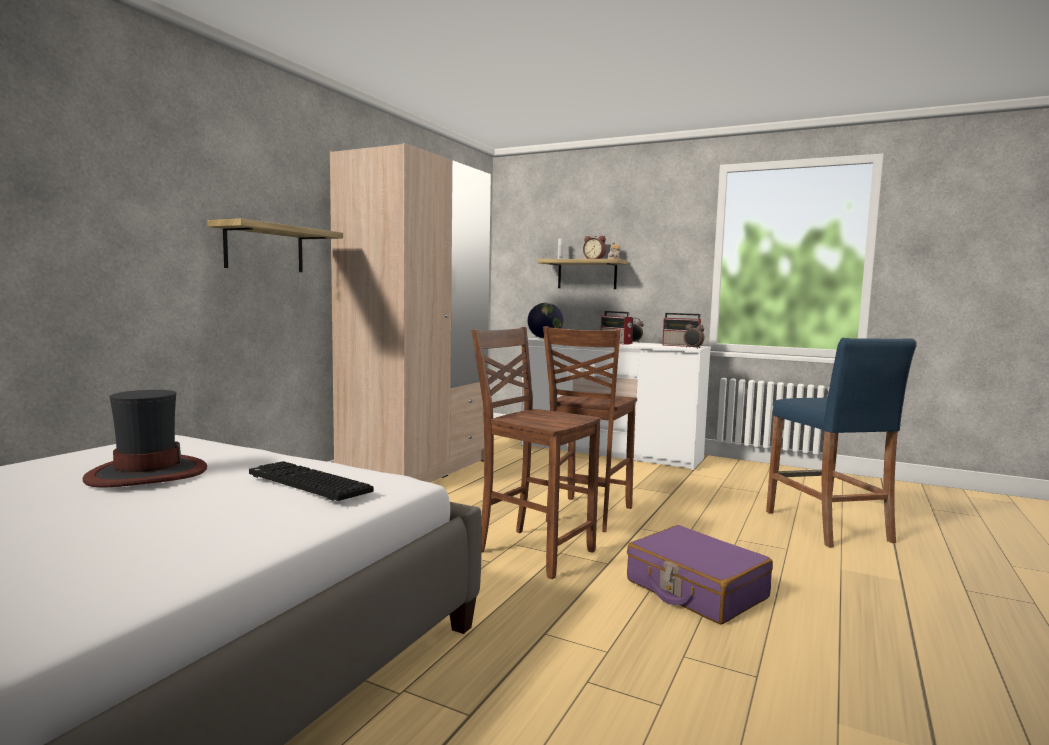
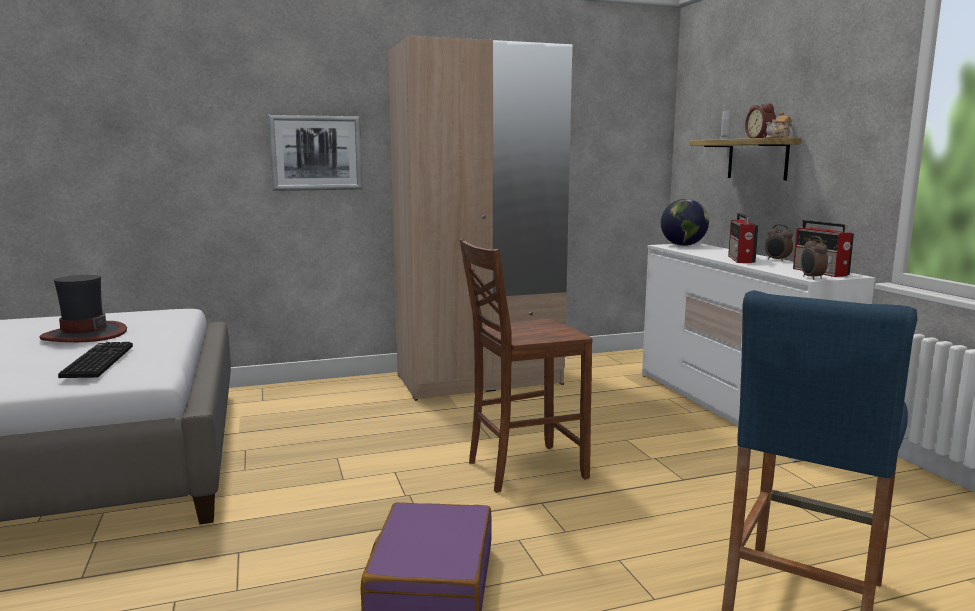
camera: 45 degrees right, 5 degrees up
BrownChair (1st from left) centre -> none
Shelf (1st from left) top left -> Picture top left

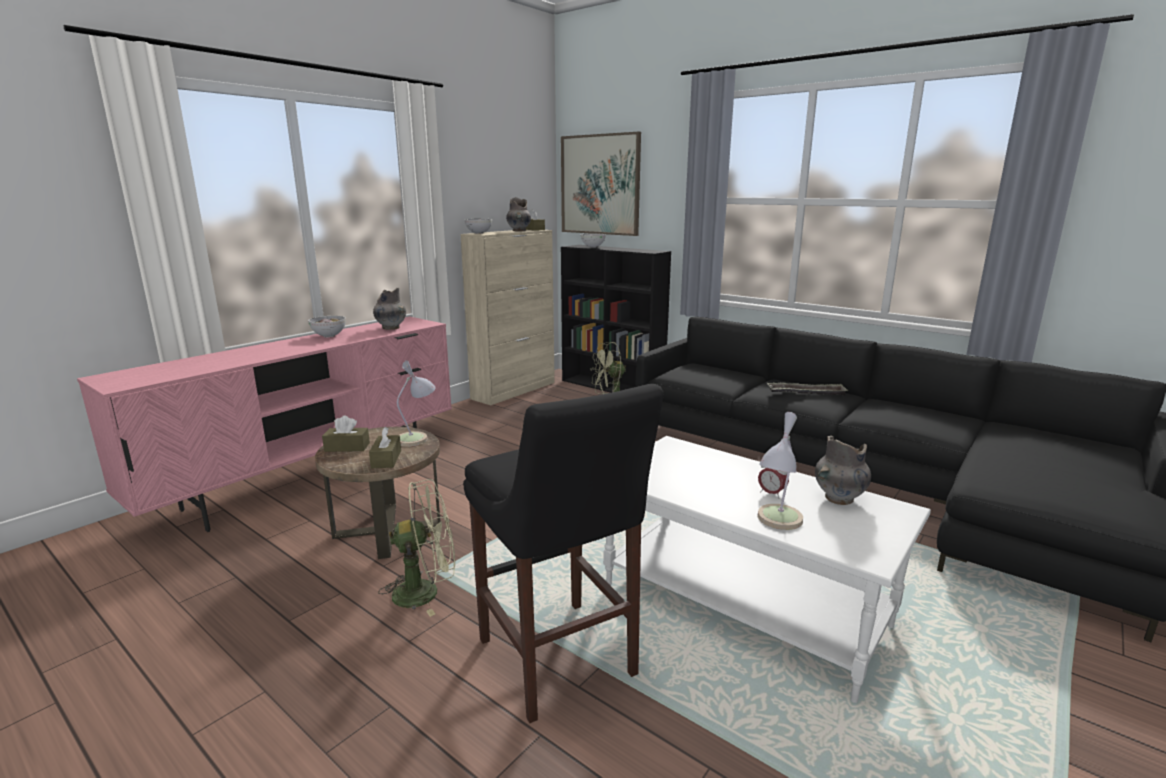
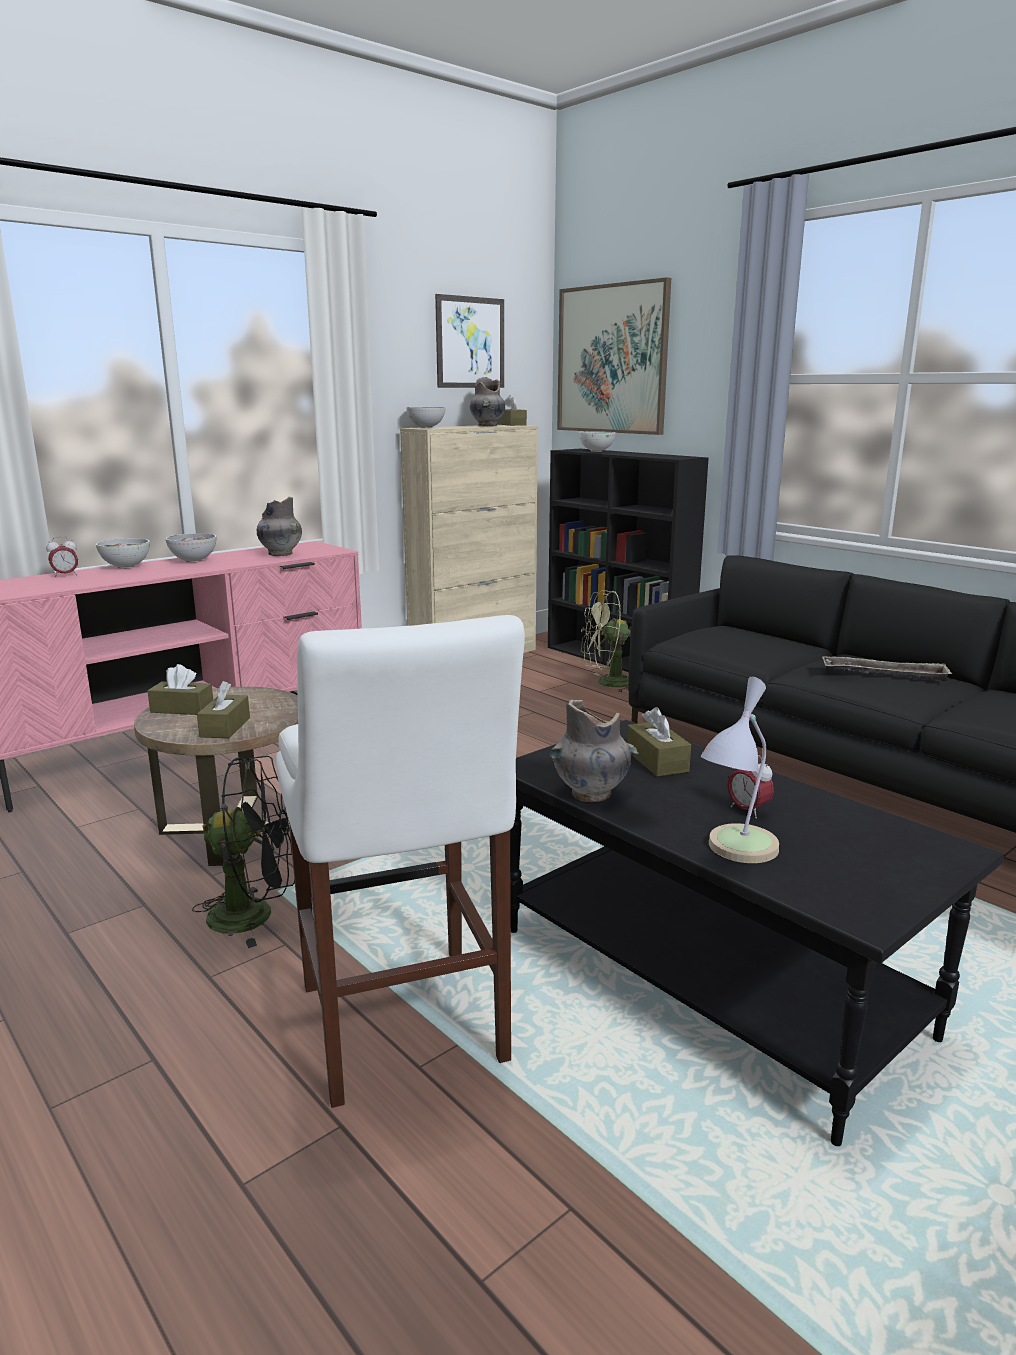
camera: 10 degrees right, 0 degrees up
TableLamp (1st from left) centre -> none
none -> AlarmClock (1st from left) middle left
none -> Bowl (1st from left) middle left
none -> Picture (1st from left) top centre
none -> BrownTissueBox (4th from left) centre
GreyVase (3rd from left) middle right -> GreyVase (3rd from left) centre, moved
GreenFan (1st from left) bottom centre -> BlackFan middle left
BlackStool bottom centre -> WhiteStool centre
WhiteCoffeeTable bottom centre -> BlackCoffeeTable bottom right

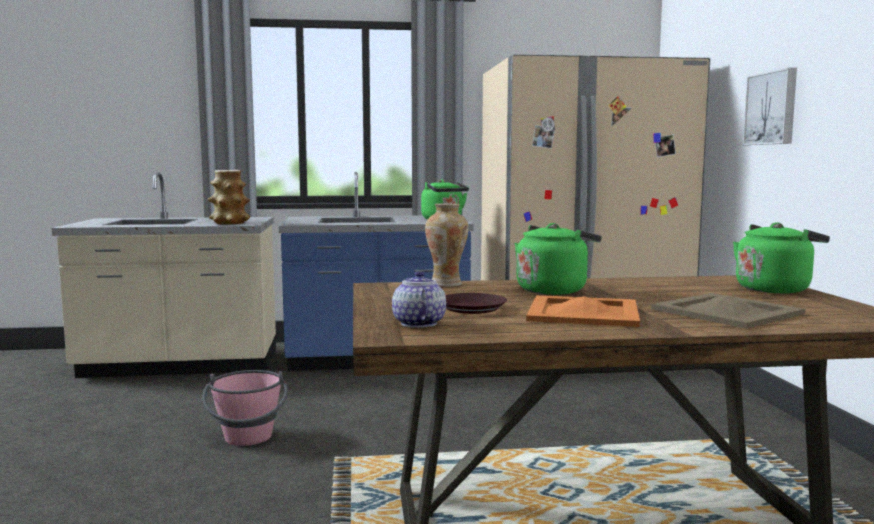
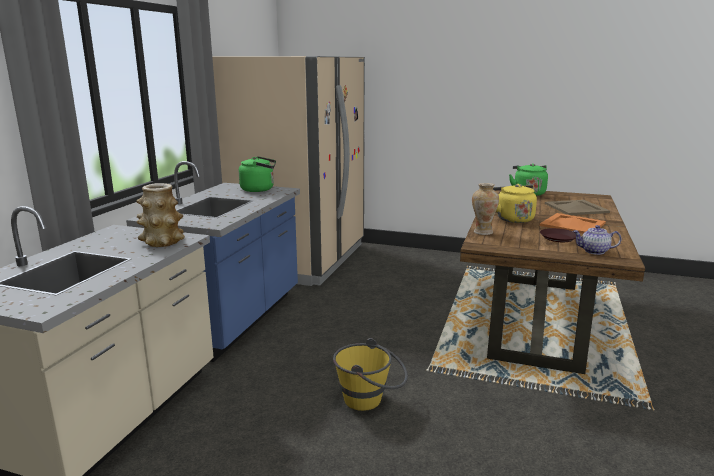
camera: 65 degrees left, 10 degrees up
Picture top right -> none
PinkBucket bottom left -> YellowBucket bottom centre
GreenKettle (2nd from left) centre -> YellowKettle middle right

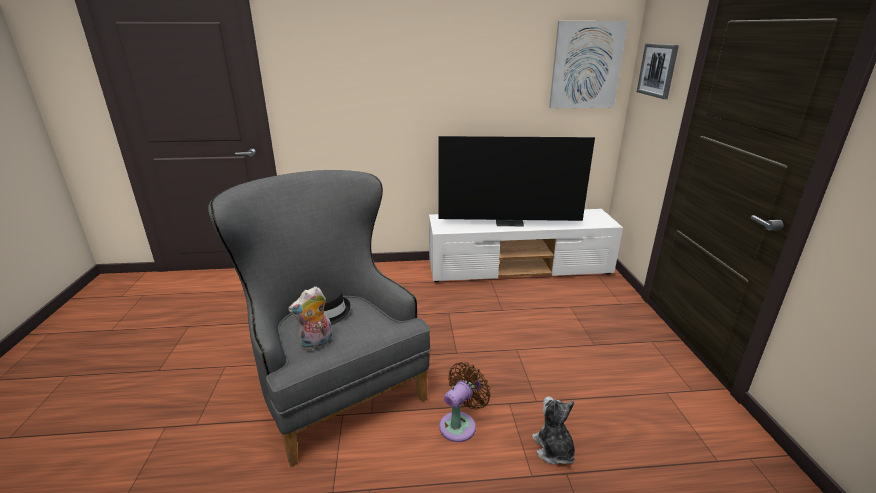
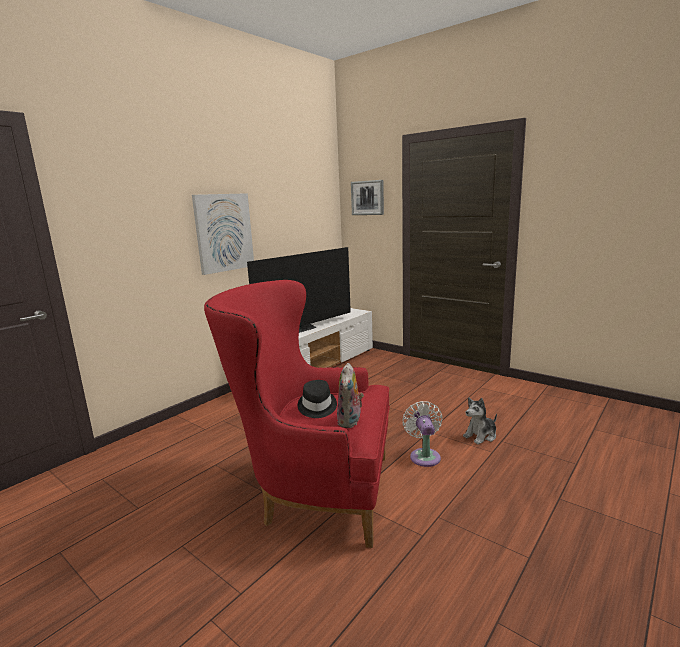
camera: 45 degrees left, 10 degrees down
Picture (1st from left) top right -> Picture (1st from left) middle left, moved
GreyArmchair centre -> RedArmchair centre
BrownFan bottom centre -> WhiteFan bottom centre
PlushToy (2nd from left) bottom centre -> PlushToy (2nd from left) middle right, 60 degrees counterclockwise

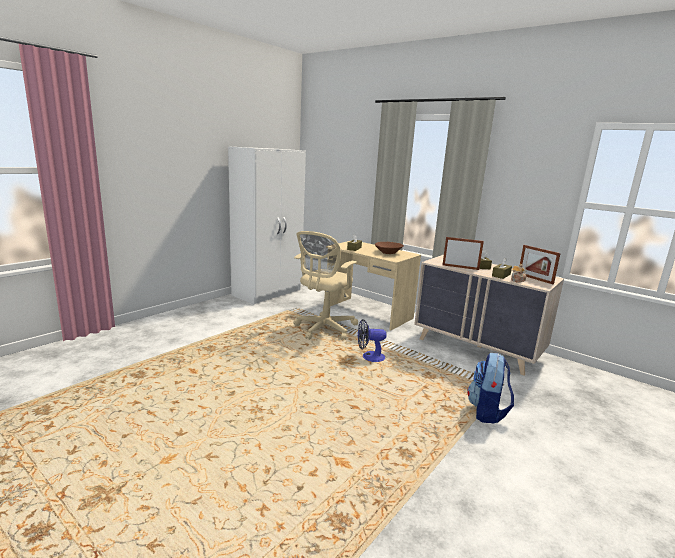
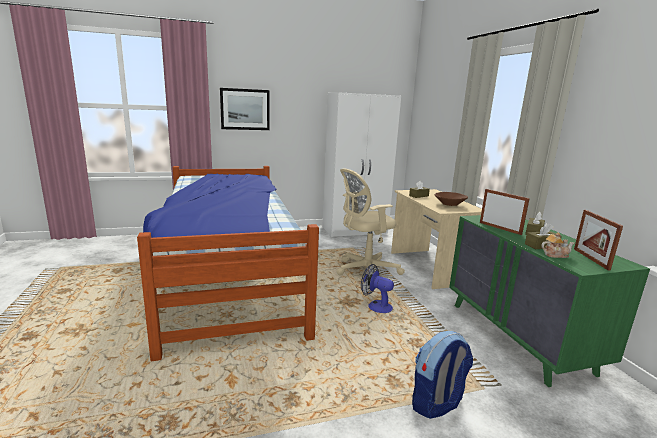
camera: 35 degrees right, 0 degrees up
none -> Bed centre
none -> Picture top centre
BeigeDresser middle right -> GreenDresser bottom right

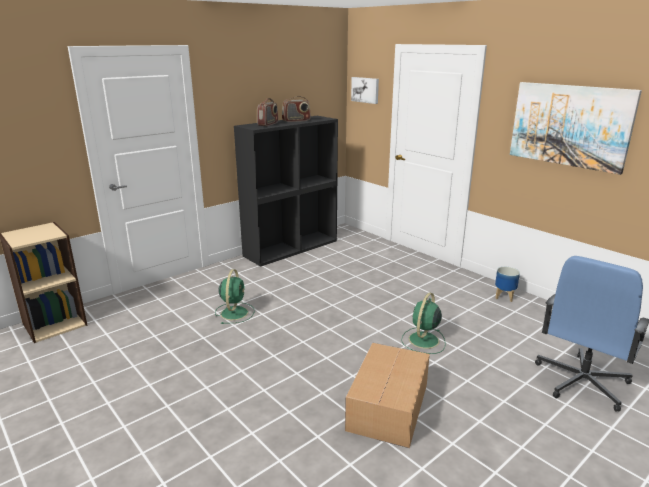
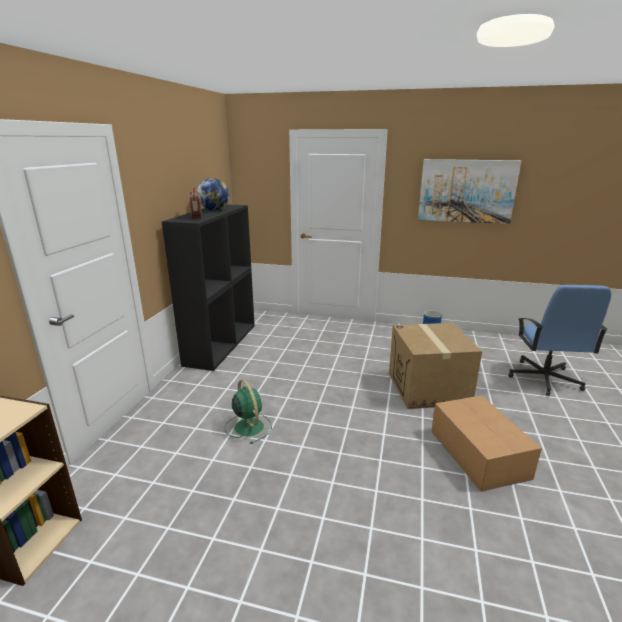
camera: 35 degrees left, 0 degrees up
Picture (1st from left) top centre -> none
Radio (2nd from left) top centre -> Globe top centre
GreenFan (2nd from left) centre -> CardboardBox (1st from left) middle right

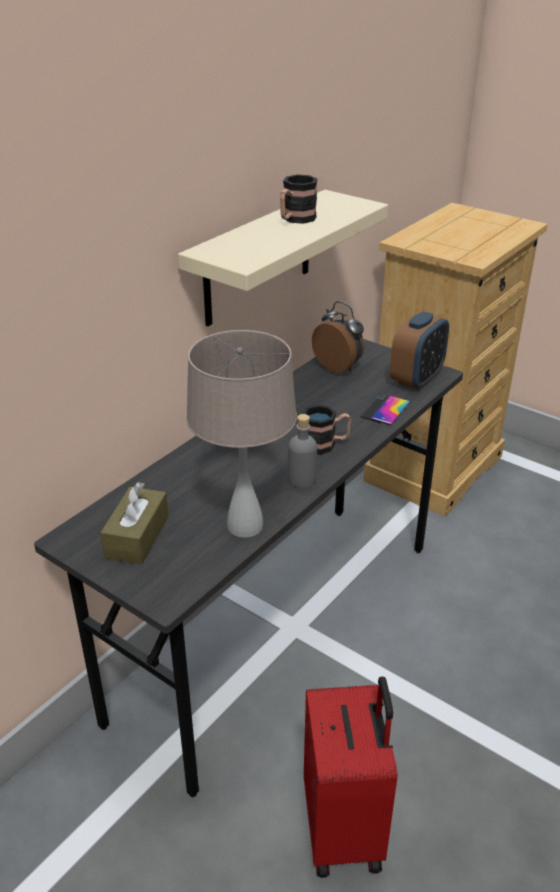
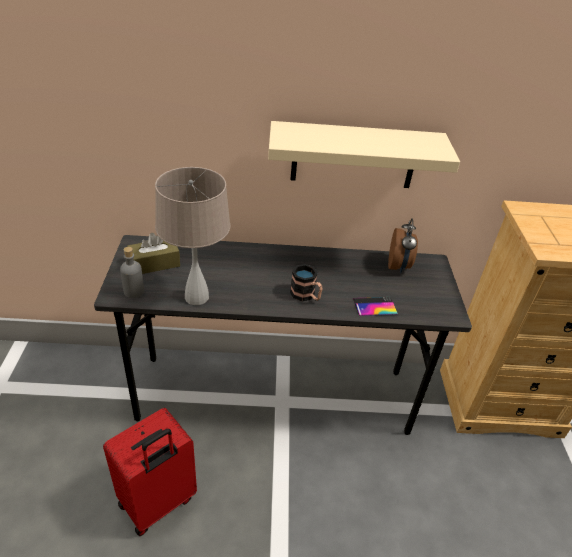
camera: 50 degrees right, 5 degrees up
Mug (1st from left) top centre -> none
AlarmClock (2nd from left) middle right -> none
GreyBottle centre -> GreyBottle middle left, moved

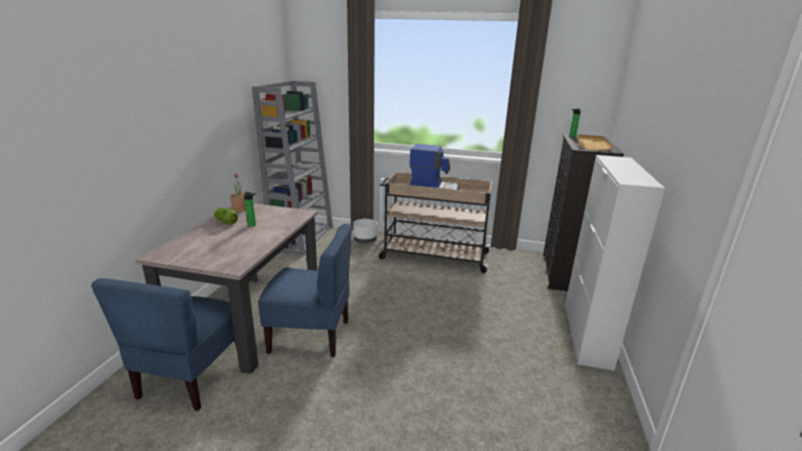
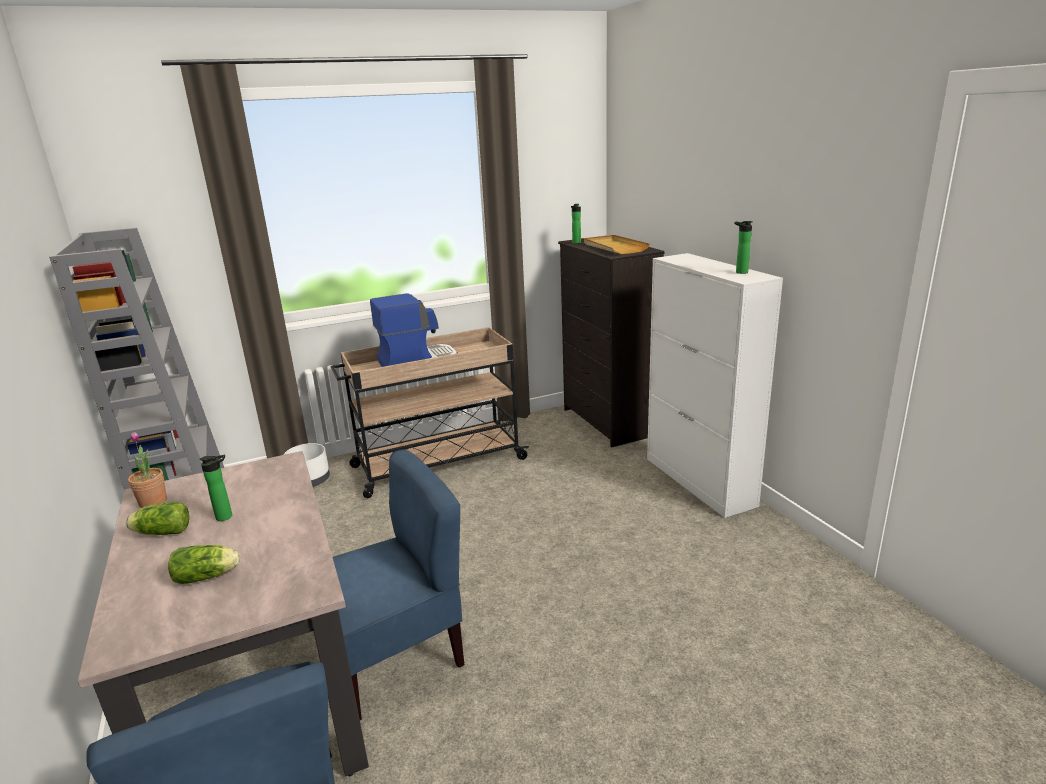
camera: 35 degrees left, 0 degrees up
none -> Lettuce (2nd from left) bottom left
none -> Bottle (3rd from left) top right

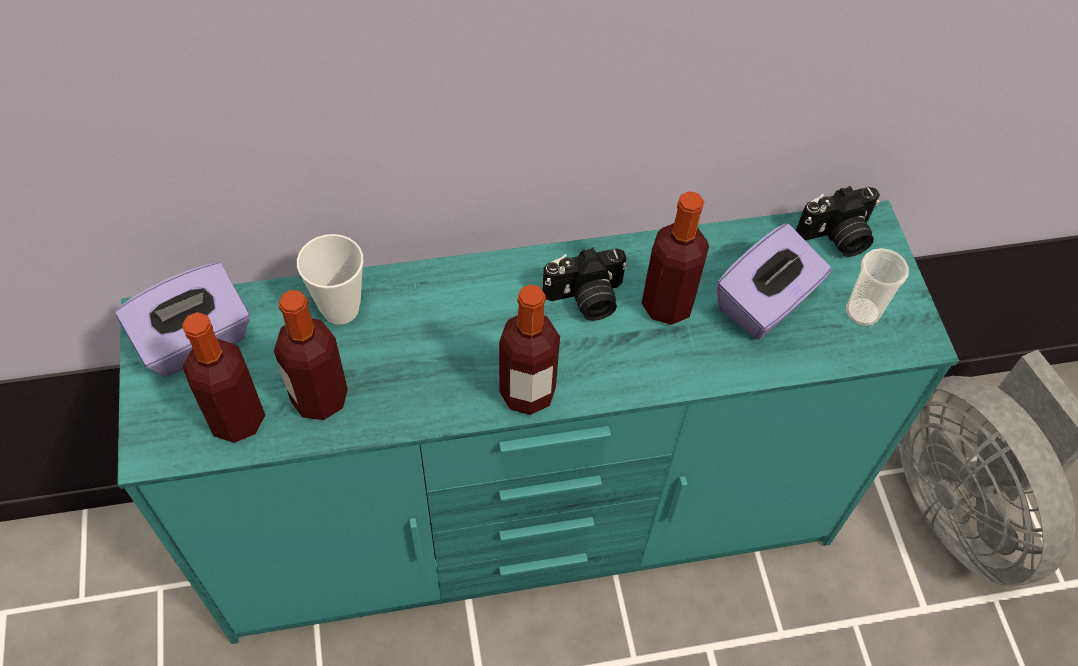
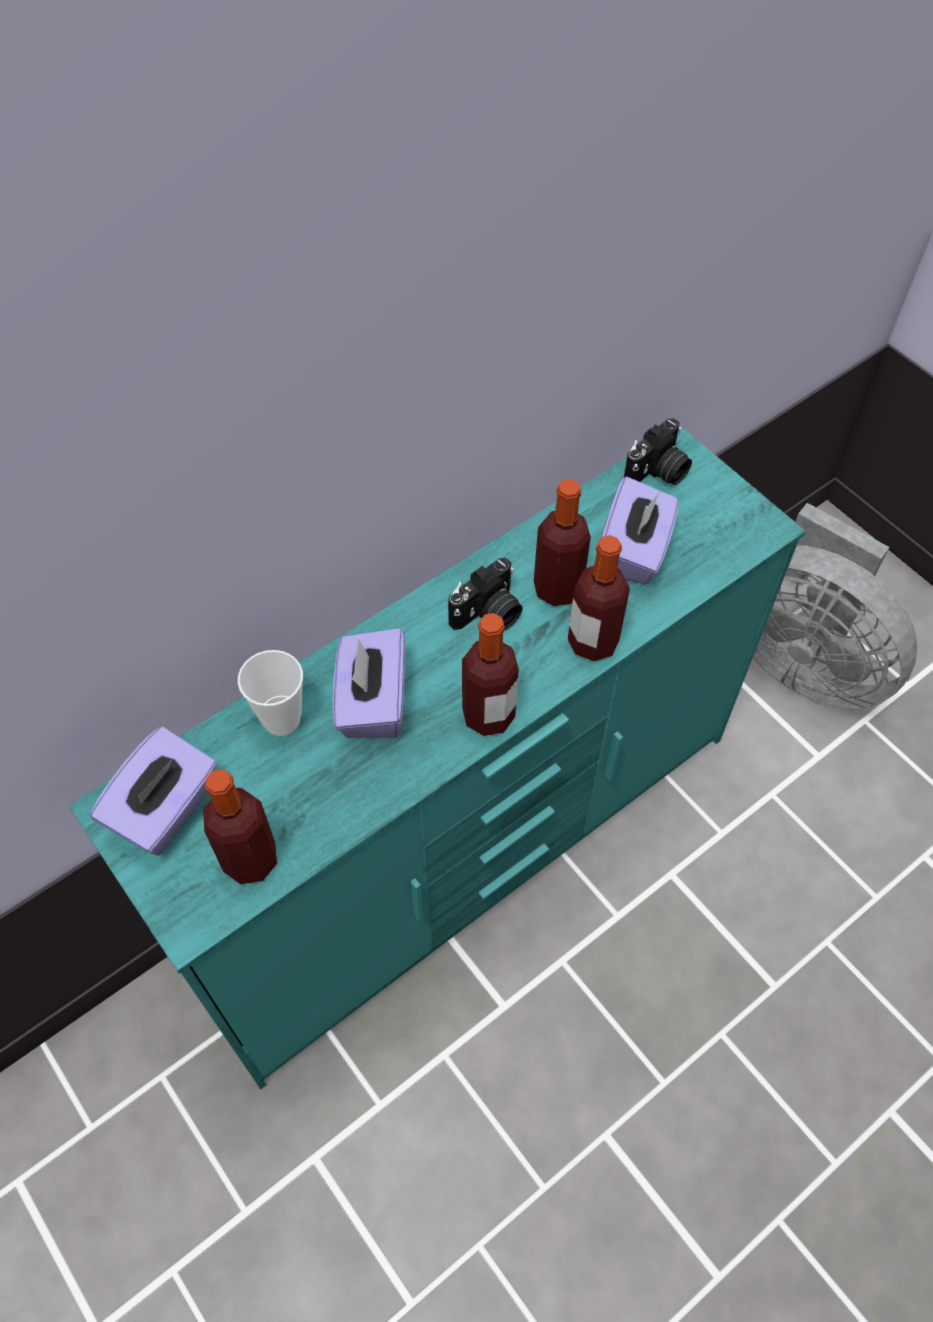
camera: 25 degrees left, 0 degrees up
Cup (2nd from left) middle right -> none
none -> PurpleTissueBox (2nd from left) centre
Bottle (2nd from left in the first image) middle left -> Bottle (4th from left) centre, moved

